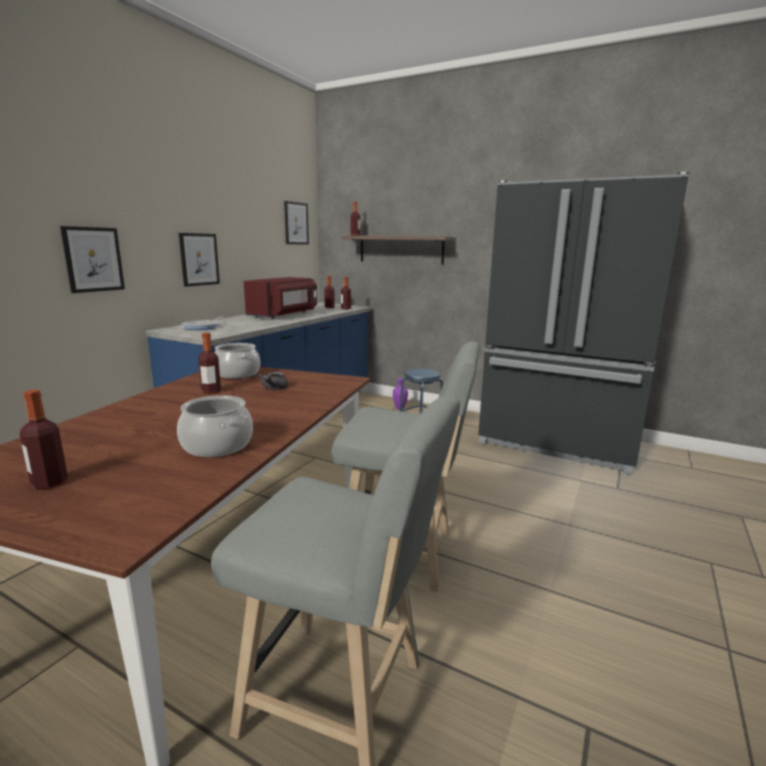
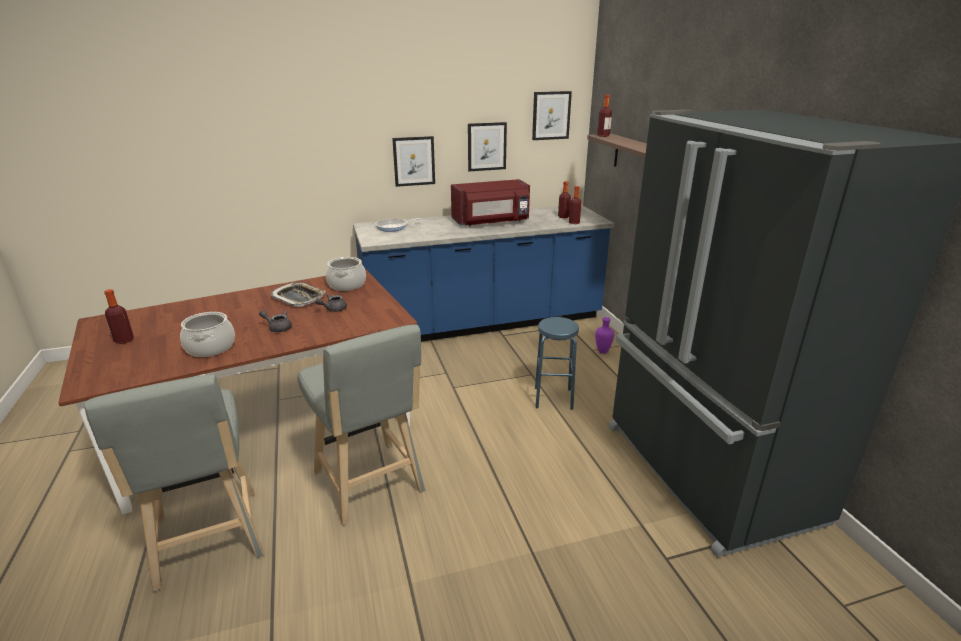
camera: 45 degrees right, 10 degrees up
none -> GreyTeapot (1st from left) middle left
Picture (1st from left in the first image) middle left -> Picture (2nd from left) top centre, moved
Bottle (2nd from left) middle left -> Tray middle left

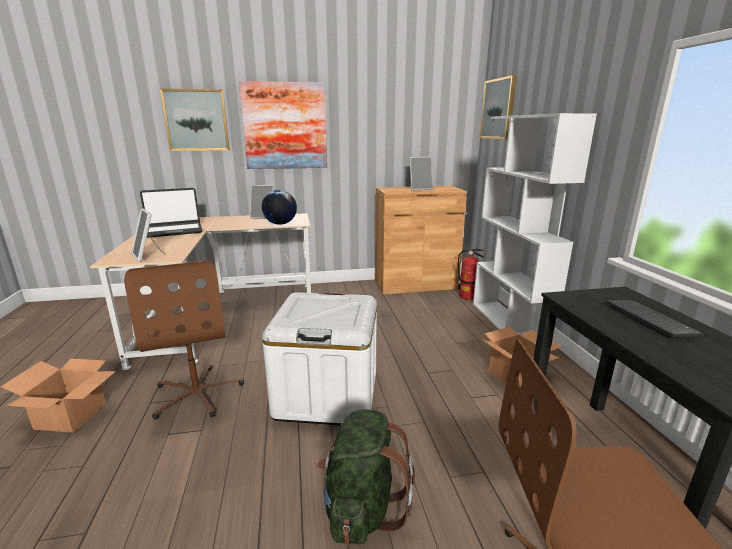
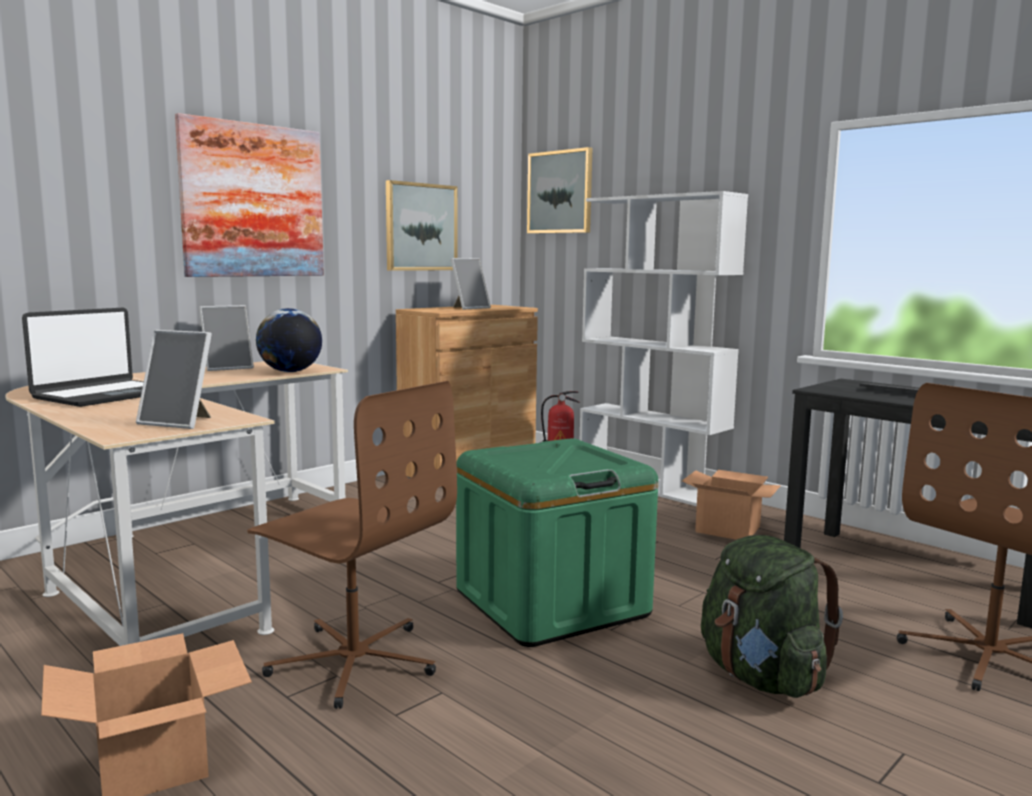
camera: 35 degrees left, 10 degrees down
Picture (1st from left in the first image) top left -> Picture (2nd from left) top centre, moved
WhiteStorageBox centre -> GreenStorageBox bottom centre

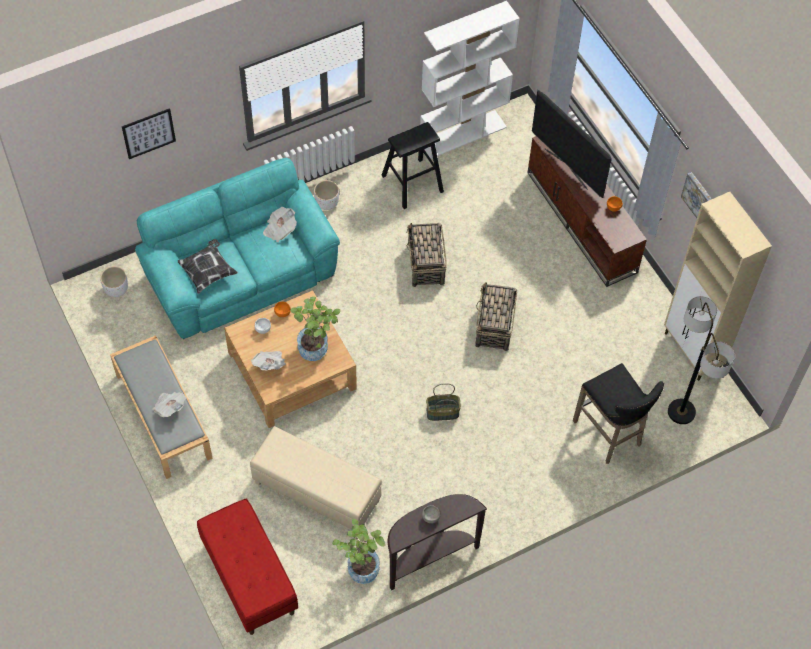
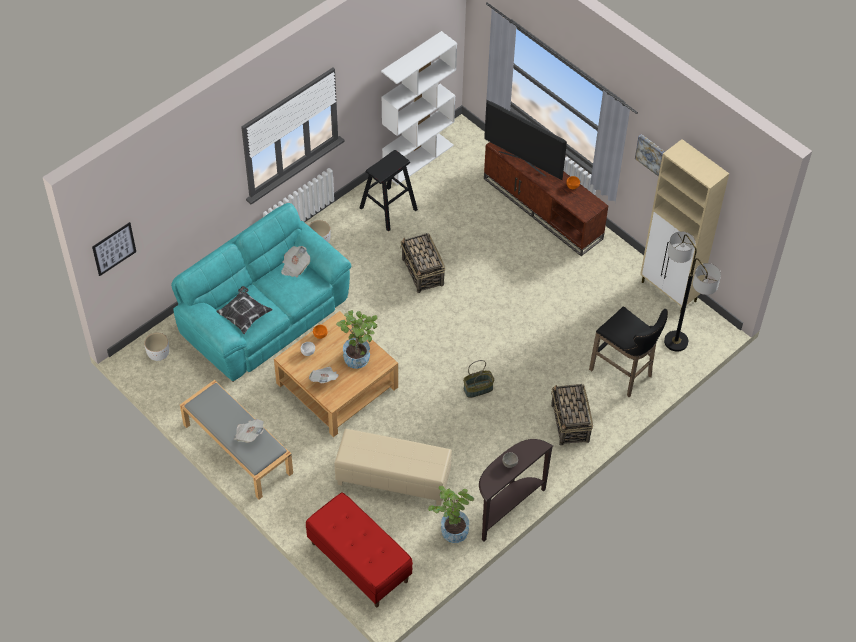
camera: 15 degrees left, 5 degrees down
Picture (1st from left) top left -> Picture (1st from left) middle left, moved
Basket (3rd from left) centre -> Basket (3rd from left) middle right, moved

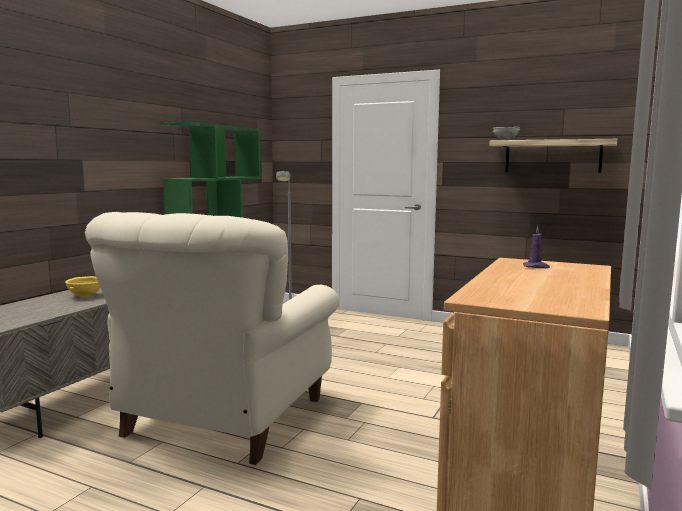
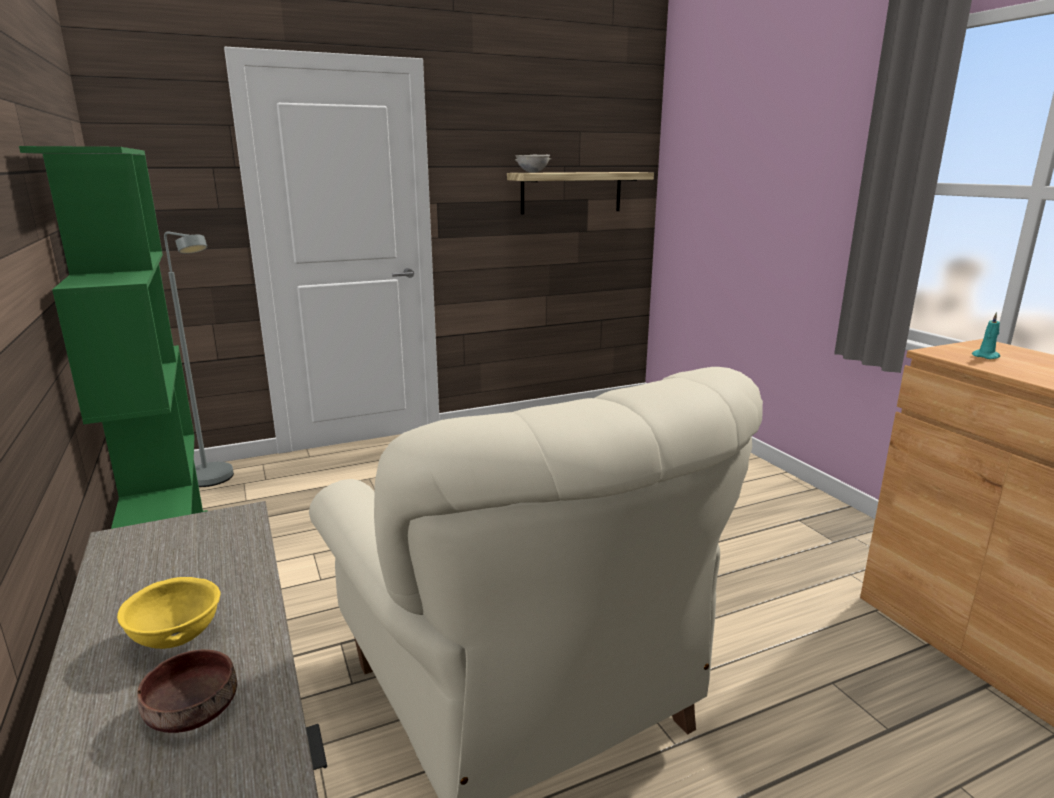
camera: 50 degrees left, 10 degrees up
none -> BrownBowl bottom left
PurpleCandle middle right -> TurquoiseCandle middle right

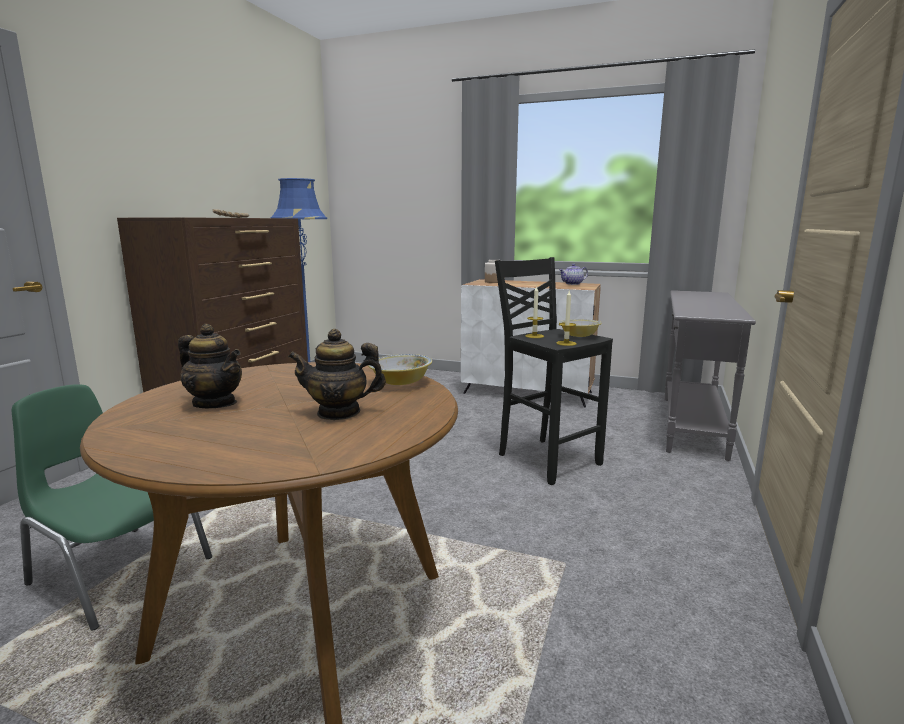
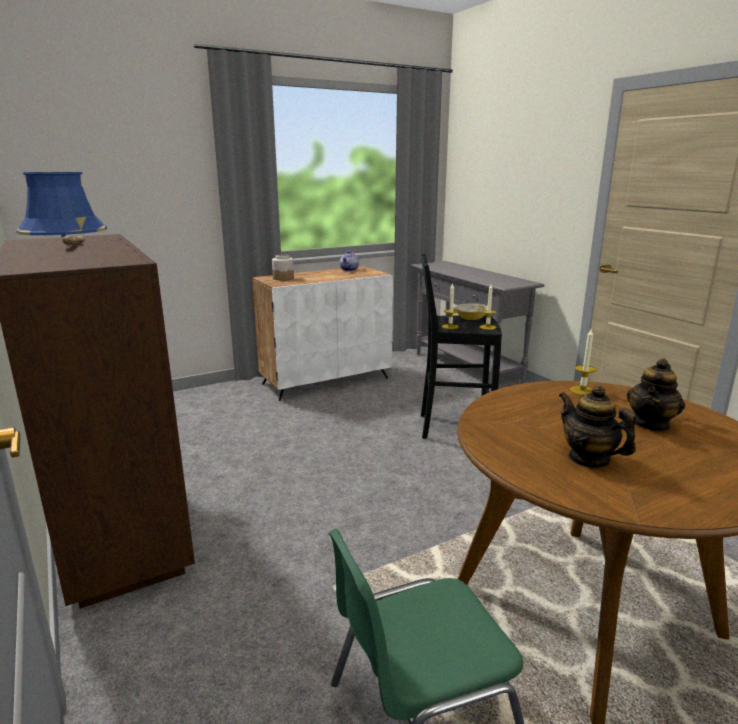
camera: 50 degrees left, 5 degrees up
Bowl (1st from left) centre -> Candle (3rd from left) middle right
Teapot (1st from left in the first image) middle left -> Teapot (2nd from left) middle right, 105 degrees counterclockwise

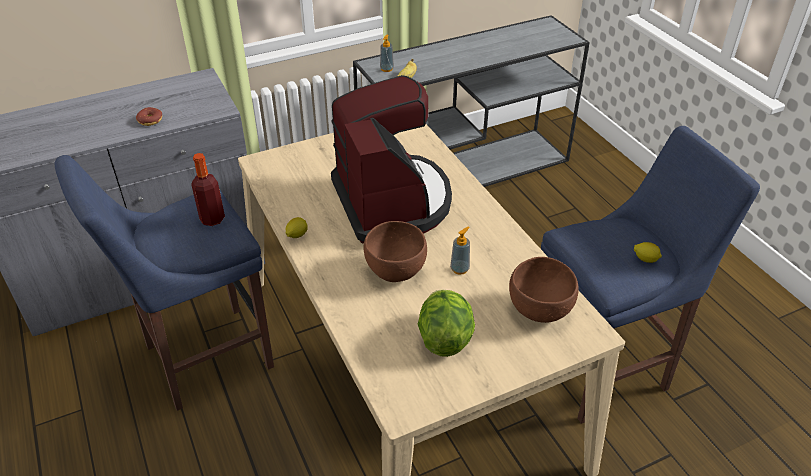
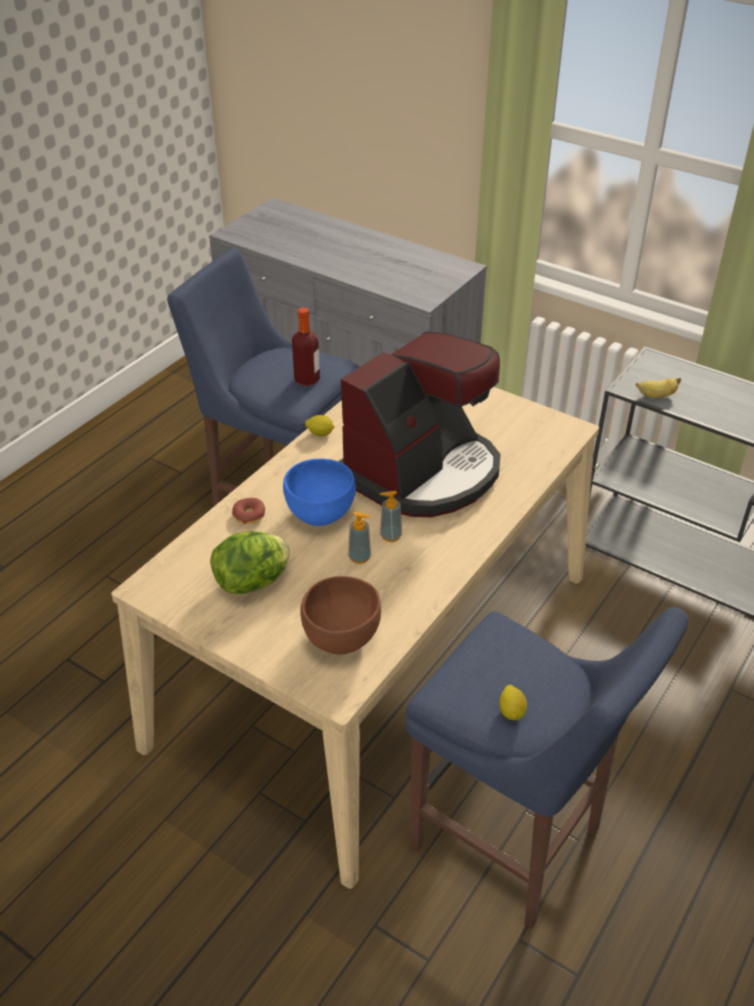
camera: 60 degrees right, 0 degrees up
Donut top left -> Donut middle left, moved
SoapDispenser (1st from left in the first image) top centre -> SoapDispenser (2nd from left) centre, moved
BrownBowl (1st from left) centre -> BlueBowl centre

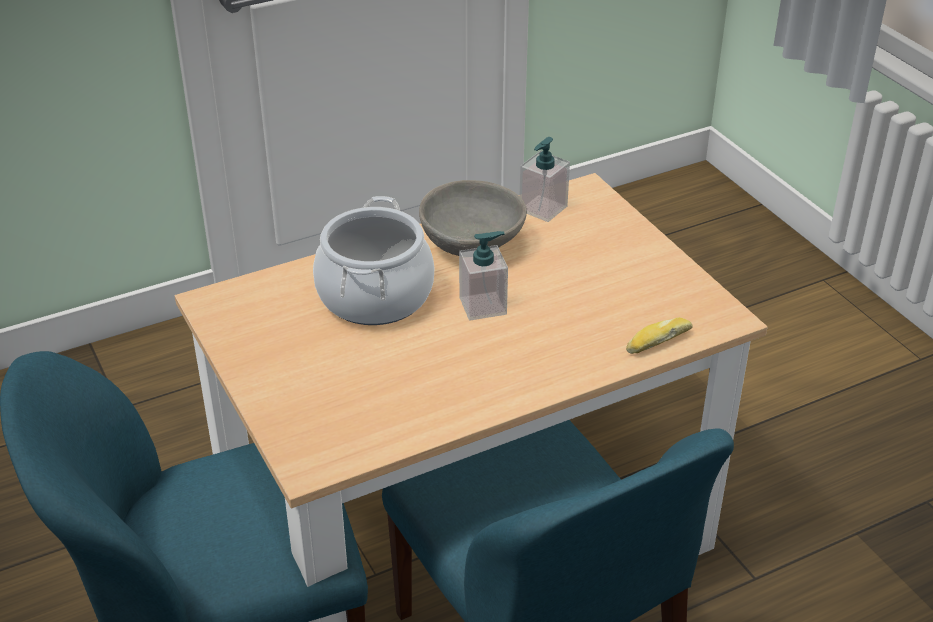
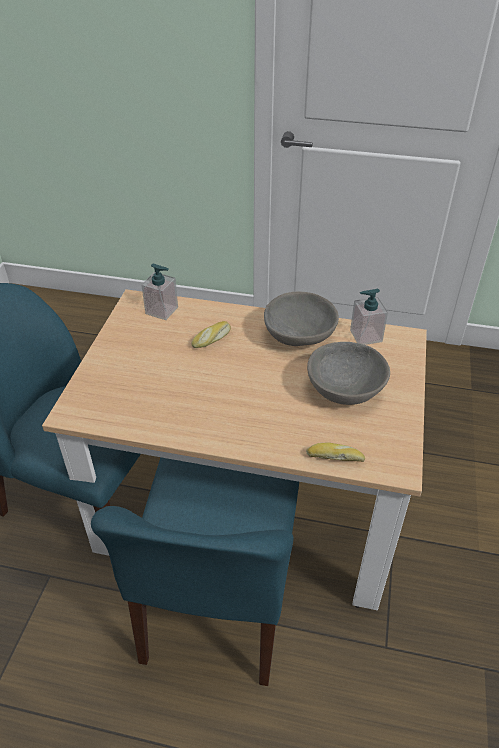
camera: 40 degrees right, 5 degrees up
none -> GreyBowl (2nd from left) middle right
SoapDispenser (1st from left) centre -> SoapDispenser (1st from left) middle left, moved
CookingPot centre -> Bread (1st from left) centre

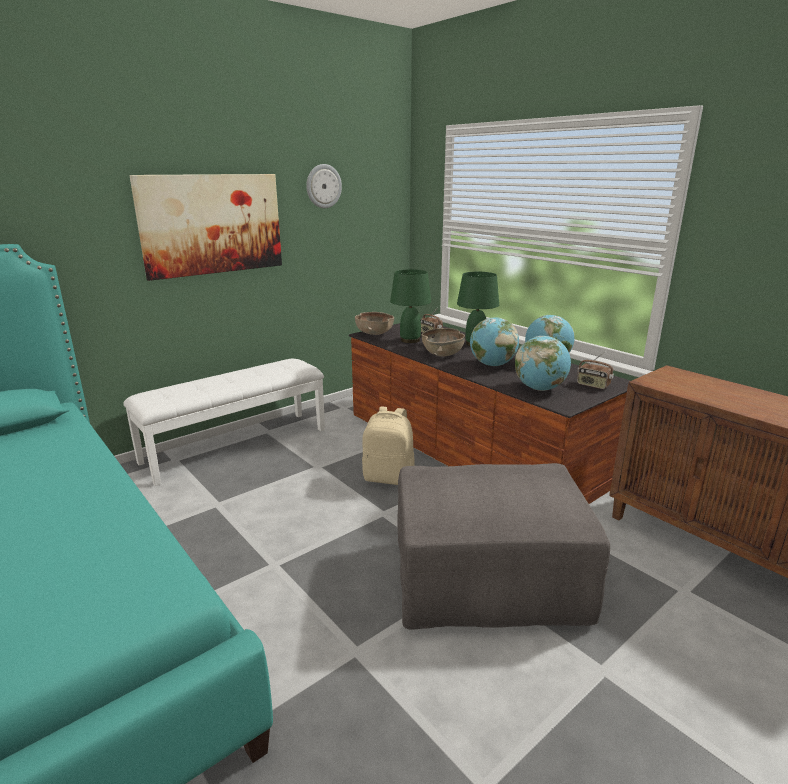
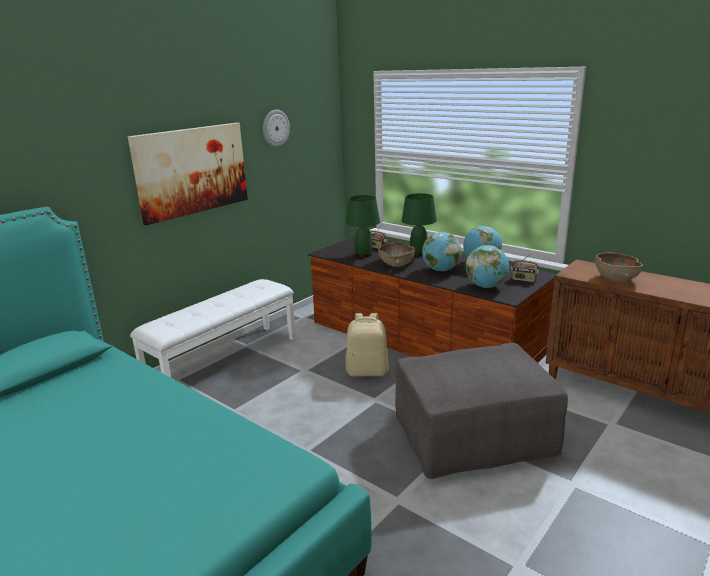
camera: 10 degrees left, 0 degrees up
BrownBowl (1st from left in the first image) centre -> BrownBowl (2nd from left) middle right, moved

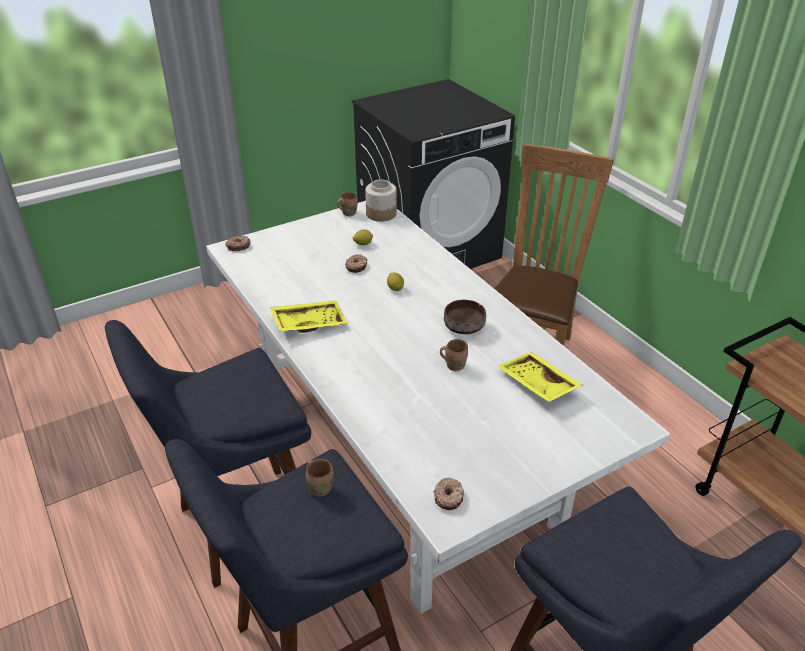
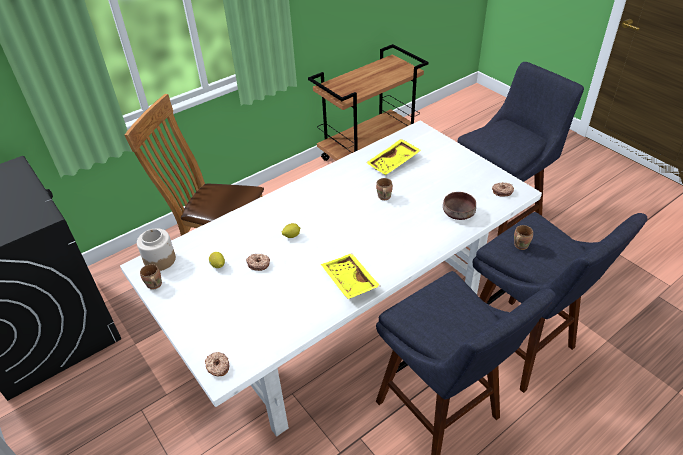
camera: 95 degrees left, 5 degrees up
BrownBowl centre -> BrownBowl middle right, moved

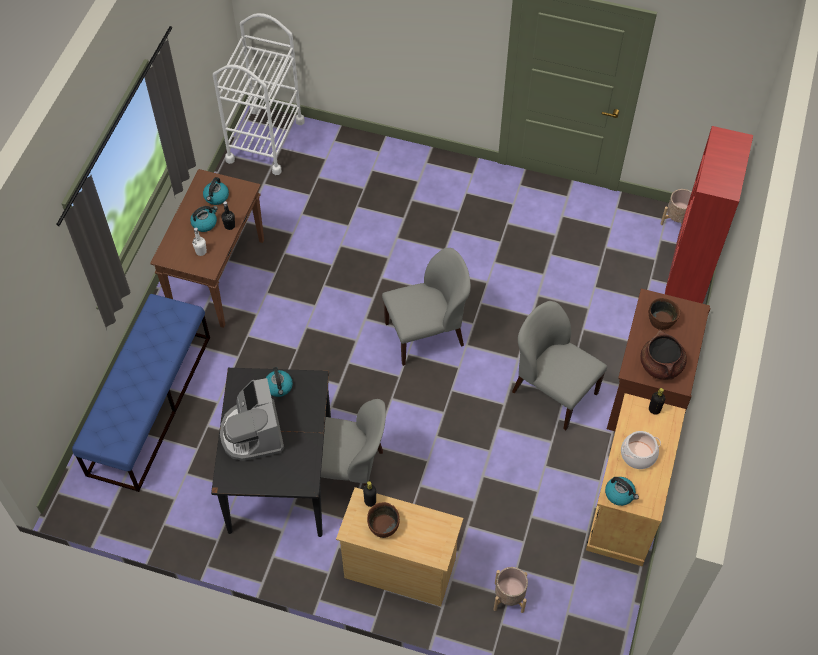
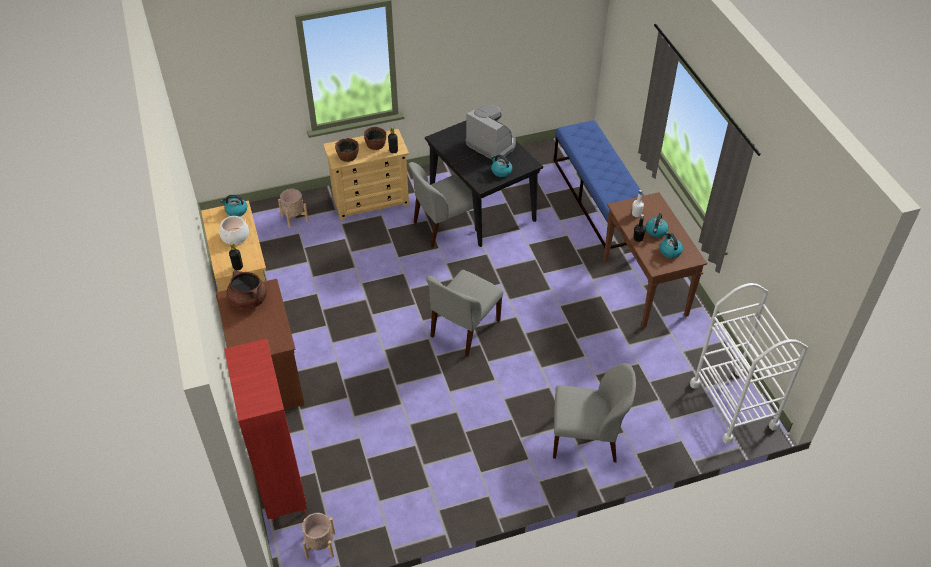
camera: 145 degrees right, 10 degrees down
GreyChair (3rd from left) middle right -> GreyChair (3rd from left) bottom centre, moved
BrownBowl (2nd from left in the first image) middle right -> BrownBowl (1st from left) top centre, moved

